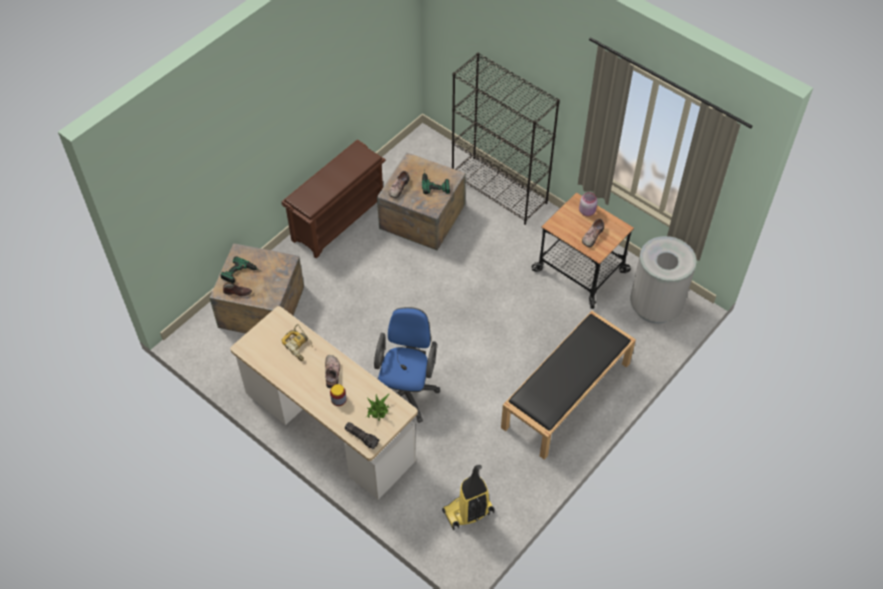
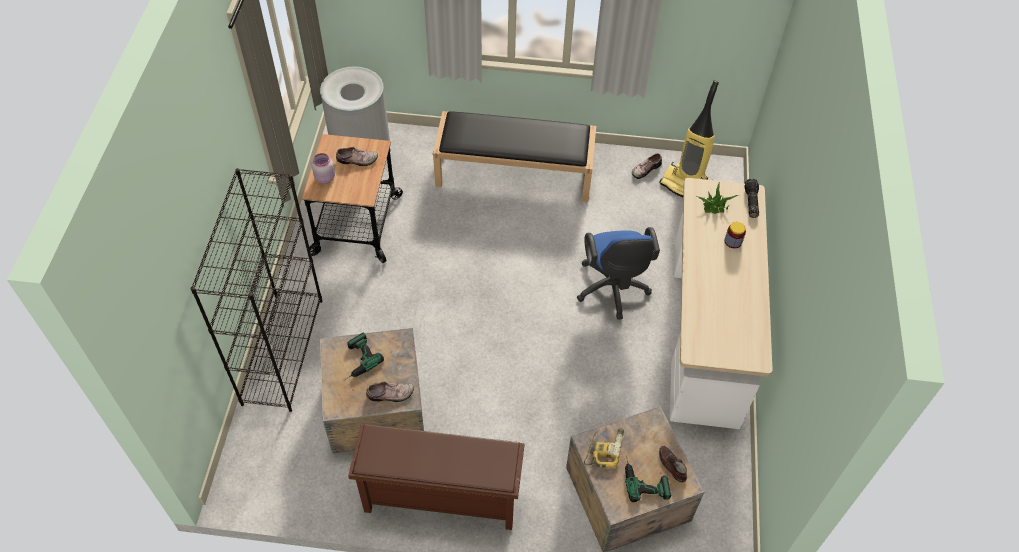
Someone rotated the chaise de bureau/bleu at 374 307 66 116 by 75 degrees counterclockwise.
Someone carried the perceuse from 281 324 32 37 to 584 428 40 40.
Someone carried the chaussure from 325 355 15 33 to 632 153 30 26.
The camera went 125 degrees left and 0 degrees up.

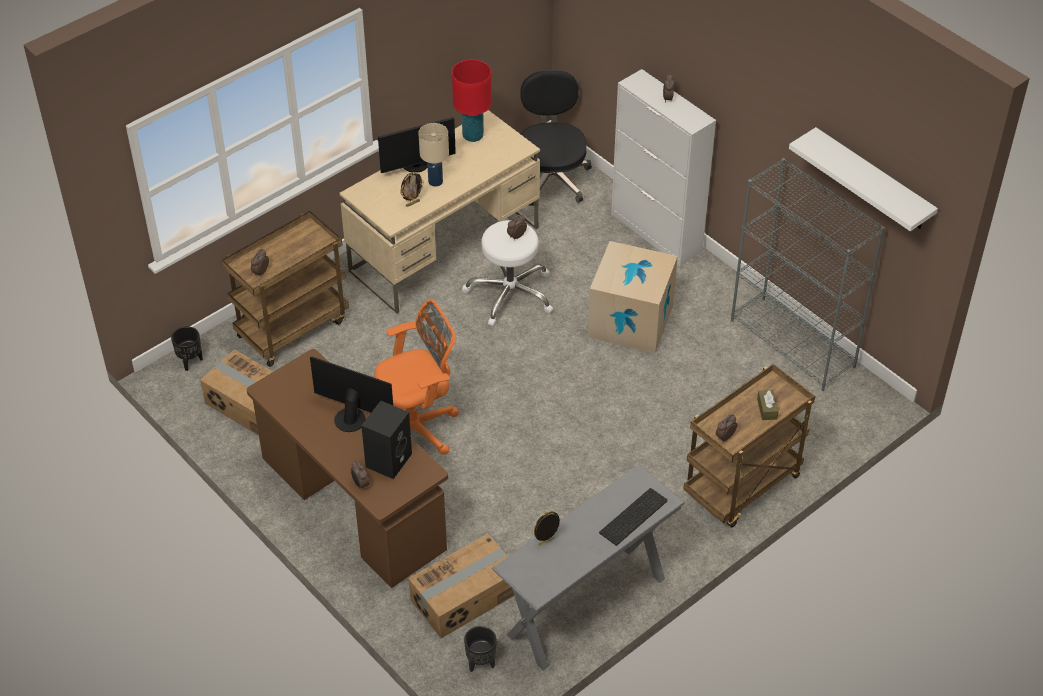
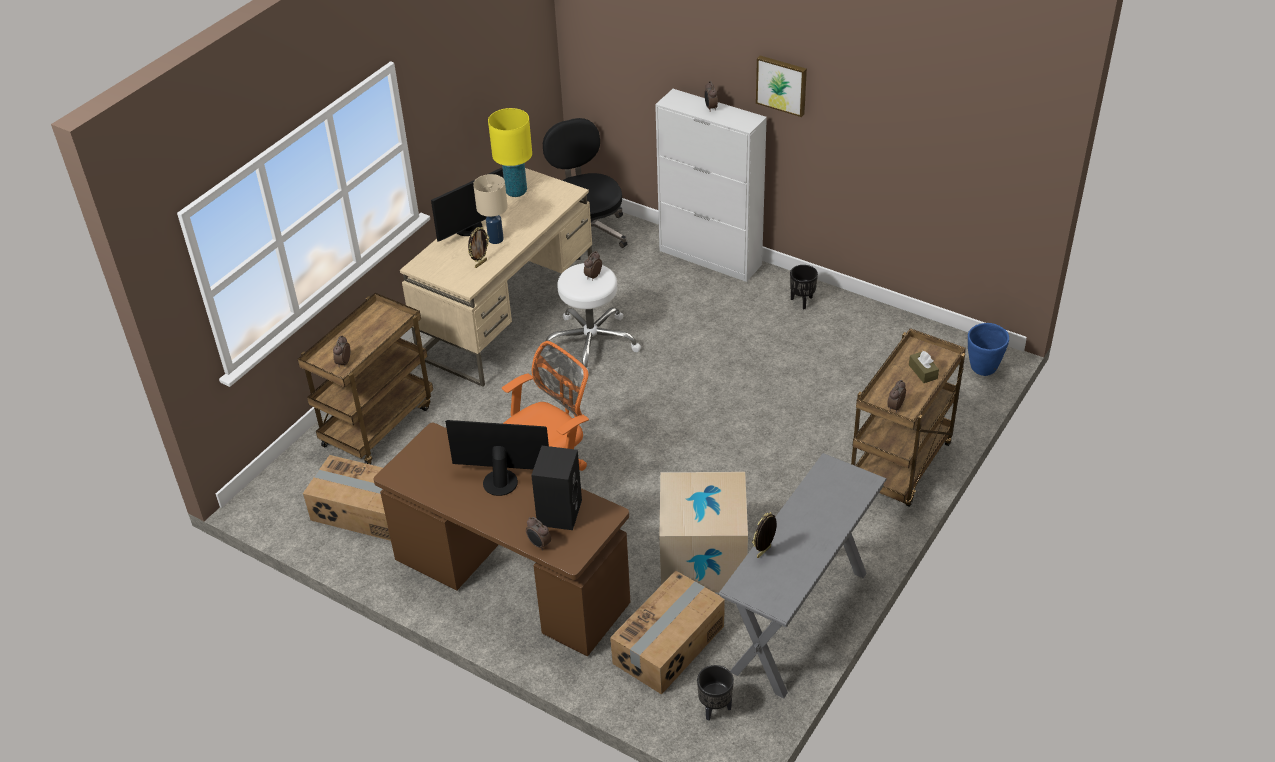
Someone repainted the lampe de table/rouge at 452 59 39 83, which became the lampe de table/jaune at 488 108 44 89.
Someone took away the étagère/blanc at 789 127 149 104.
Someone took away the bibliothèque/gris at 731 158 154 233.
Someone carried the carton from 588 241 90 112 to 660 472 88 120.
Someone carried the cache-pot/noir from 171 327 32 44 to 790 265 28 44.
Someone took away the clavier at 599 488 69 58.
Someone put up the tableau at 756 55 51 62.
Someone put down the cache-pot/bleu at 968 323 41 53.
The camera went 15 degrees left and 5 degrees down.

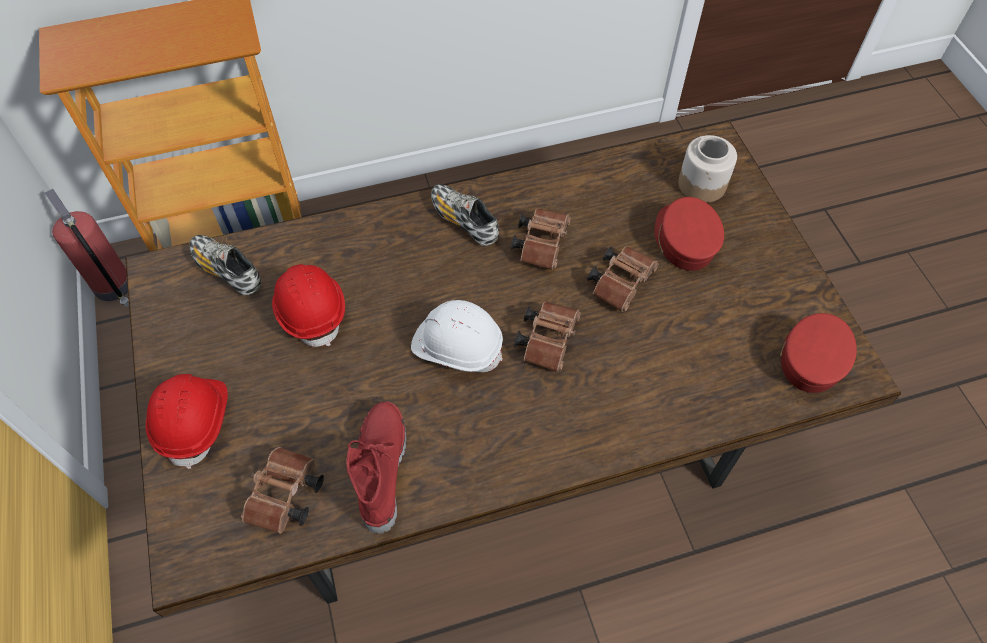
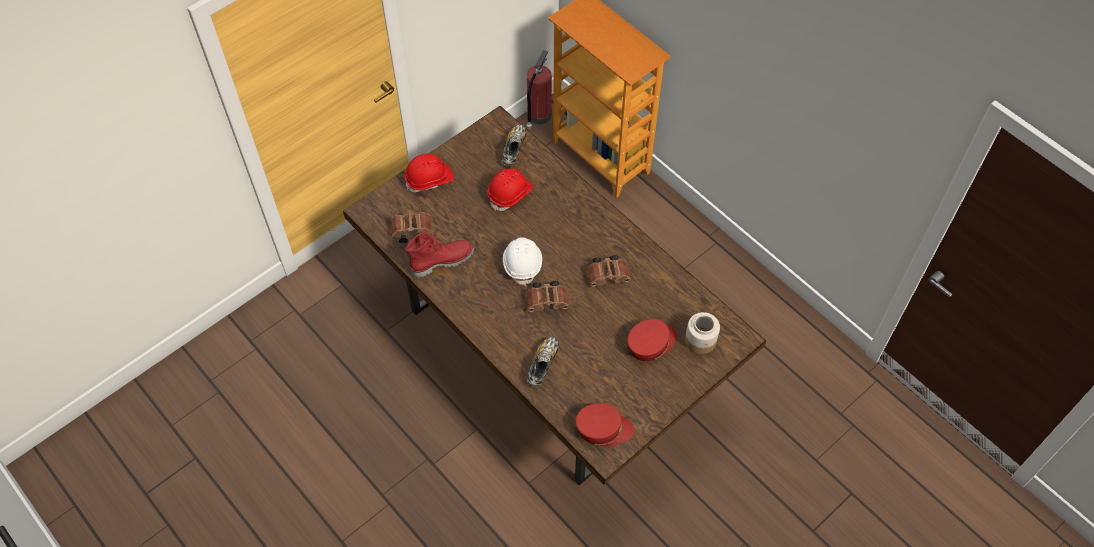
Someone carried the chaussure from 431 184 68 62 to 527 337 32 50.
Someone took away the jumelles/marron at 587 246 72 66.
The camera went 65 degrees right and 0 degrees up.

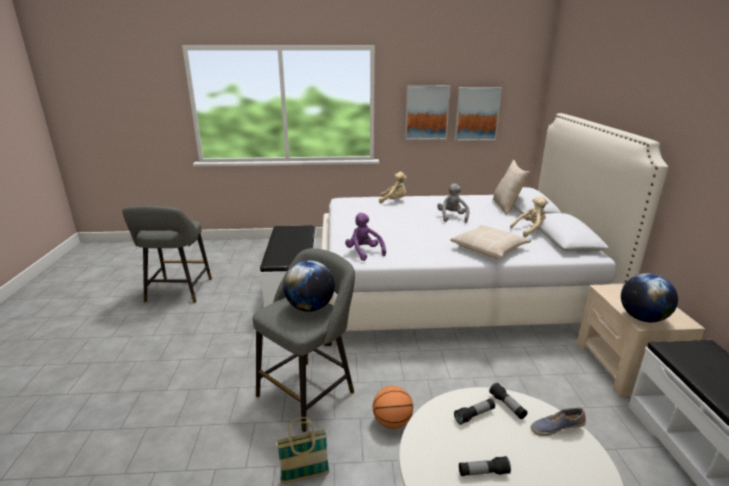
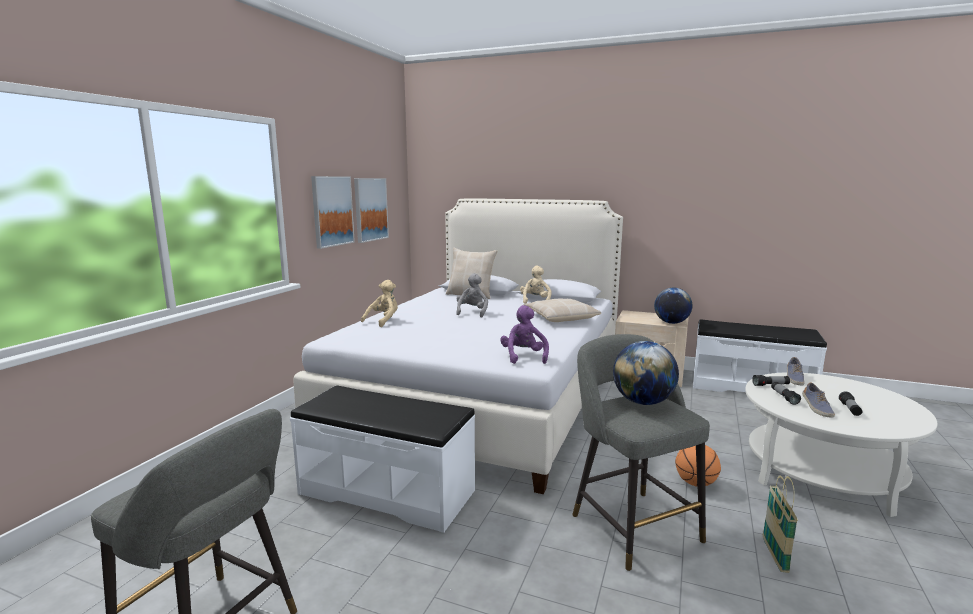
Someone rotated the peluche/gris at 437 183 32 40 by 75 degrees clockwise.
Someone rotated the peluche/violet at 345 213 41 48 by 90 degrees clockwise.
Someone put down the chaussure at 802 382 33 35.
The camera went 65 degrees left and 10 degrees down.

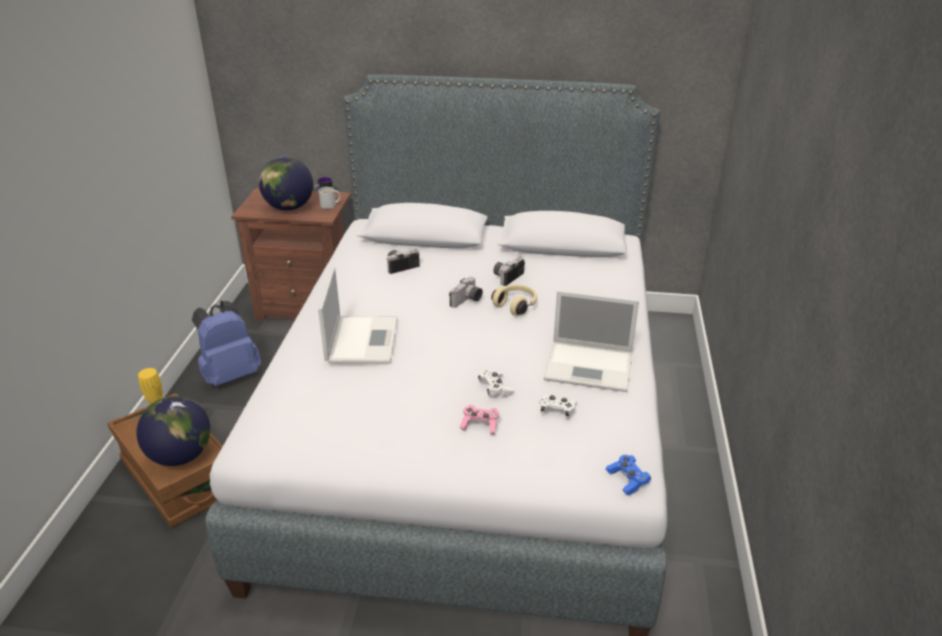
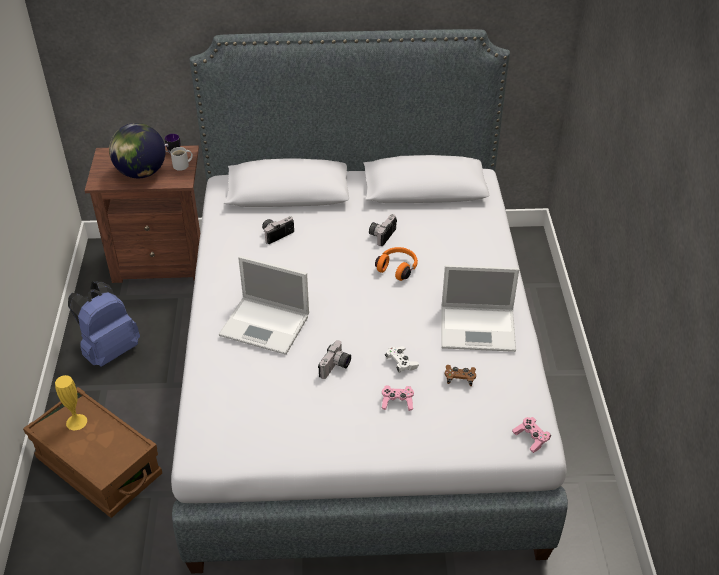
Someone rotated the ordinateur portable at 318 267 79 97 by 120 degrees clockwise.
Someone carried the appareil photo from 449 277 34 31 to 318 340 33 39.
Someone repainted the casque audio/beige at 491 285 46 31, which became the casque audio/orange at 375 247 43 34.
Someone repainted the manette/blanc at 539 395 38 24, which became the manette/marron at 445 365 31 21.
Someone took away the globe at 136 396 74 70.
Someone repainted the manette/bleu at 606 455 45 40, which became the manette/rose at 512 417 39 36.
The camera went 10 degrees left and 10 degrees up.

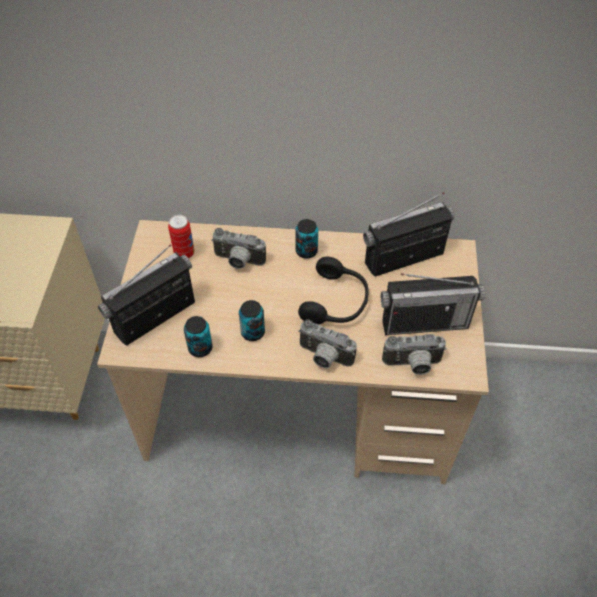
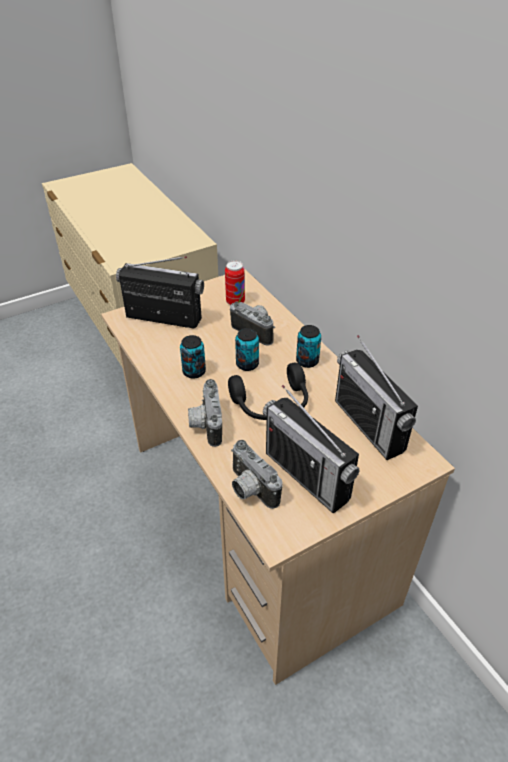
Someone rotated the radio at 363 192 91 85 by 150 degrees counterclockwise.
Someone rotated the appareil photo at 211 228 55 41 by 150 degrees clockwise.
Someone carried the boîte métallique from 184 316 28 41 to 235 328 24 43.
The camera went 55 degrees right and 10 degrees down.

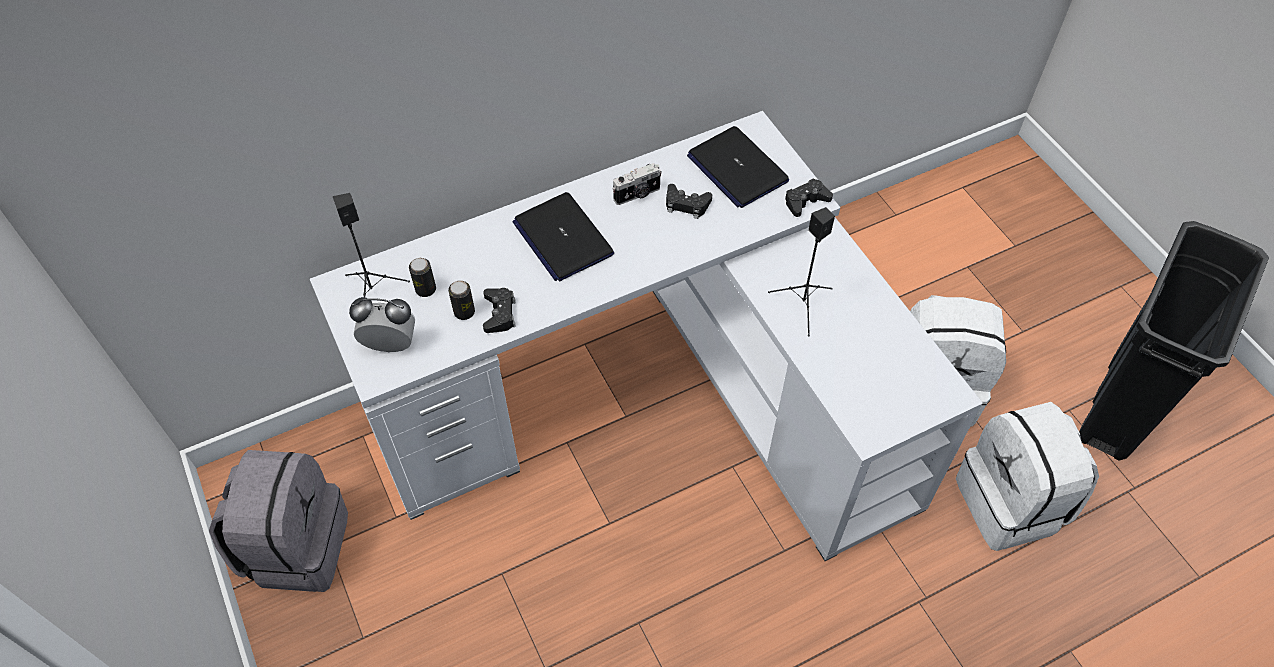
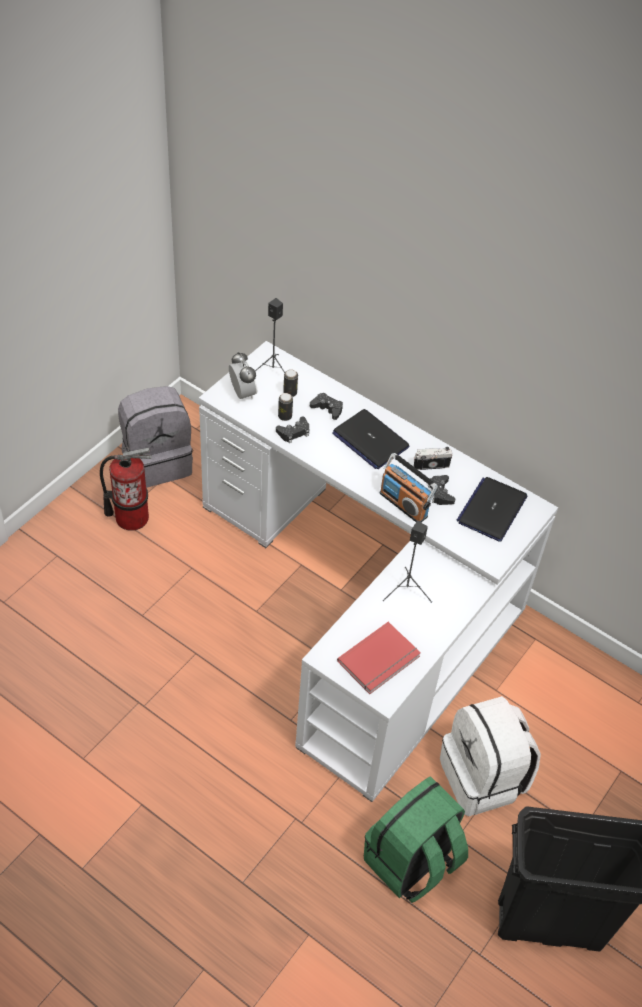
Someone rotated the appareil photo at 612 163 49 42 by 135 degrees clockwise.
Someone carried the manette/noir from 785 178 48 39 to 310 393 33 27.
Someone rotated the ordinateur portable at 512 192 102 89 by 75 degrees counterclockwise.
Someone repainted the sac à dos/blanc at 956 402 143 149, which became the sac à dos/vert at 364 776 104 127.
Someone put down the extincteur at 100 447 52 84.
Someone put down the radio at 380 453 58 69.
Someone put down the livre/rouge at 337 622 84 72.
The camera went 60 degrees right and 5 degrees down.

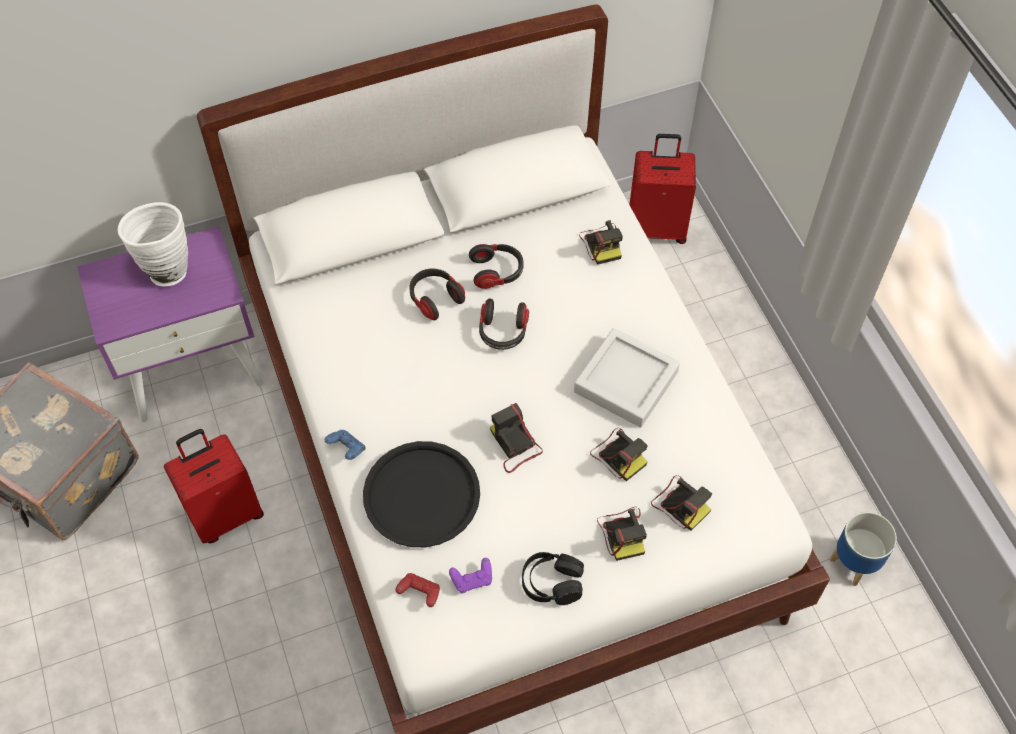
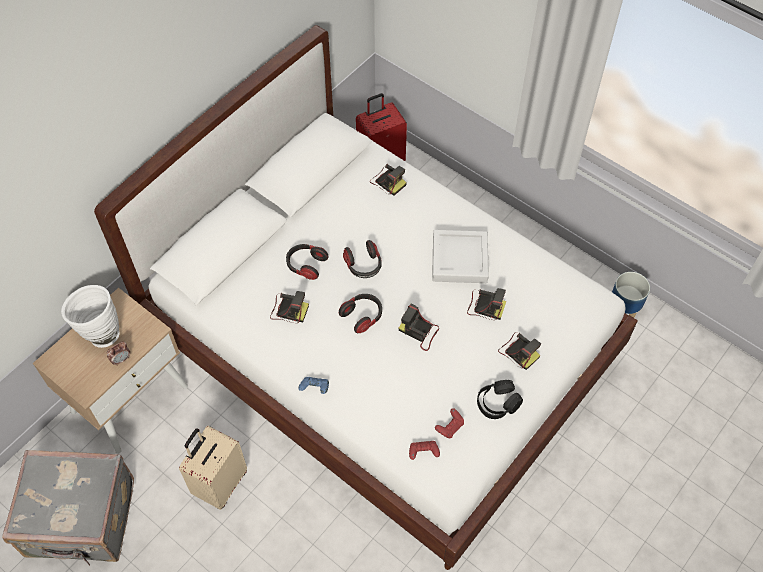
Someone repainted the table de chevet/violet at 77 226 186 196, which became the table de chevet/beige at 33 288 155 166.
Someone carried the casque audio from 469 244 55 45 to 339 294 43 39.
Someone repainted the valise/rouge at 164 429 100 114, which became the valise/beige at 179 426 68 84.
Someone took away the plateau/noir at 363 441 117 106.
Someone carried the appareil photo from 651 475 61 56 to 270 291 39 32.
Someone repainted the manette/violet at 449 558 43 35, which became the manette/rouge at 435 408 29 31.
Someone put down the réveil at 107 341 23 25.
The camera went 30 degrees left and 0 degrees up.

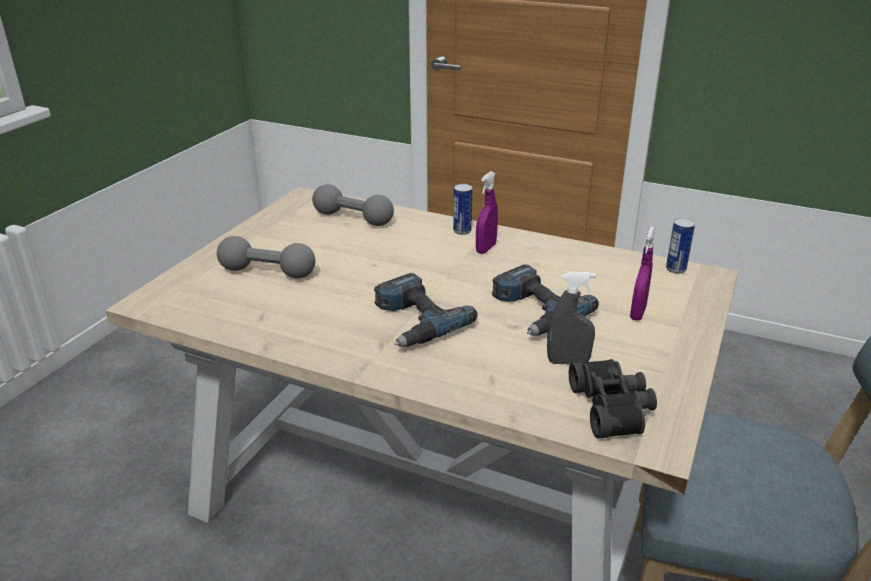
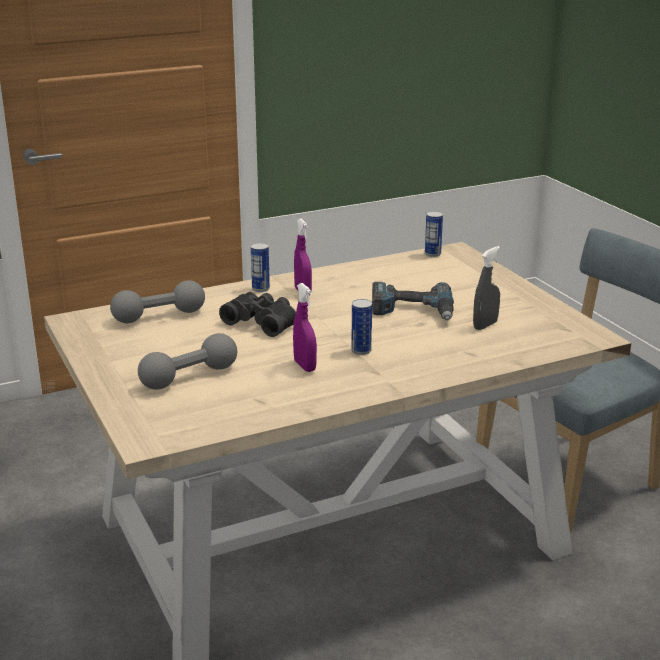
Someone carried the vaporisateur/violet from 630 227 25 94 to 293 283 24 89.
Someone swapped the perceuse at 374 273 104 74 for the boîte métallique at 351 299 21 56.
Someone carried the jumelles/noir from 569 359 88 79 to 219 292 77 45.
The camera went 50 degrees left and 5 degrees down.

